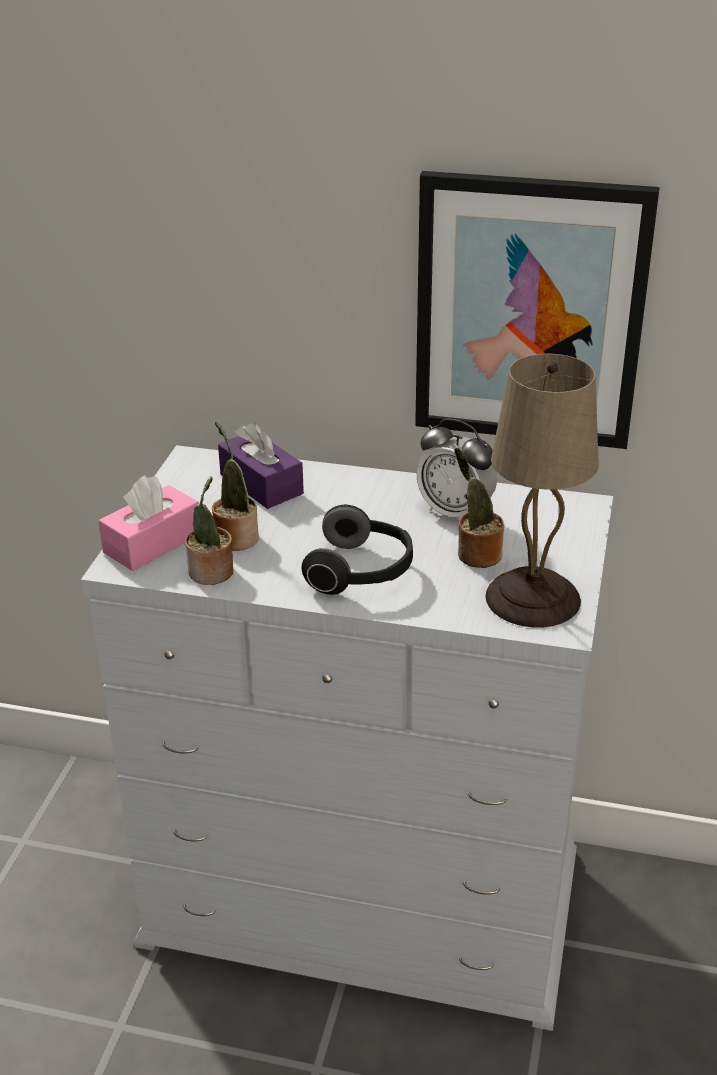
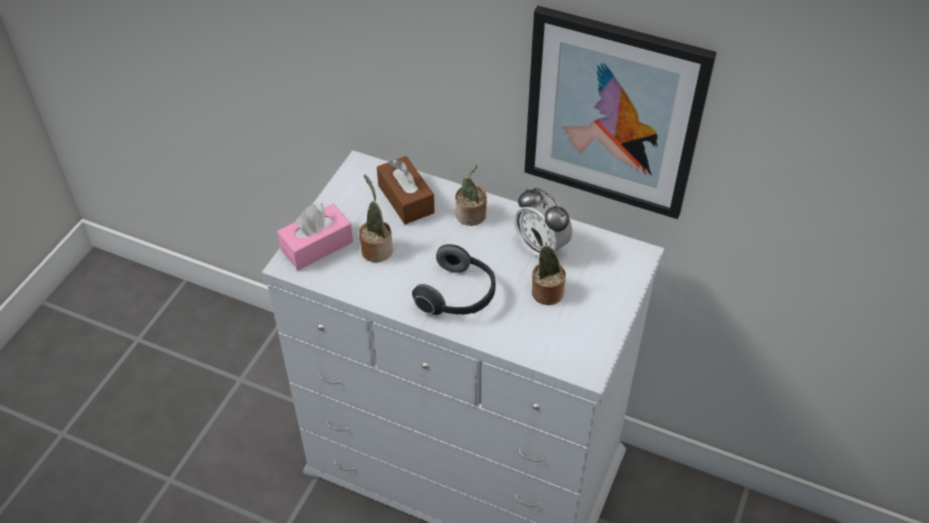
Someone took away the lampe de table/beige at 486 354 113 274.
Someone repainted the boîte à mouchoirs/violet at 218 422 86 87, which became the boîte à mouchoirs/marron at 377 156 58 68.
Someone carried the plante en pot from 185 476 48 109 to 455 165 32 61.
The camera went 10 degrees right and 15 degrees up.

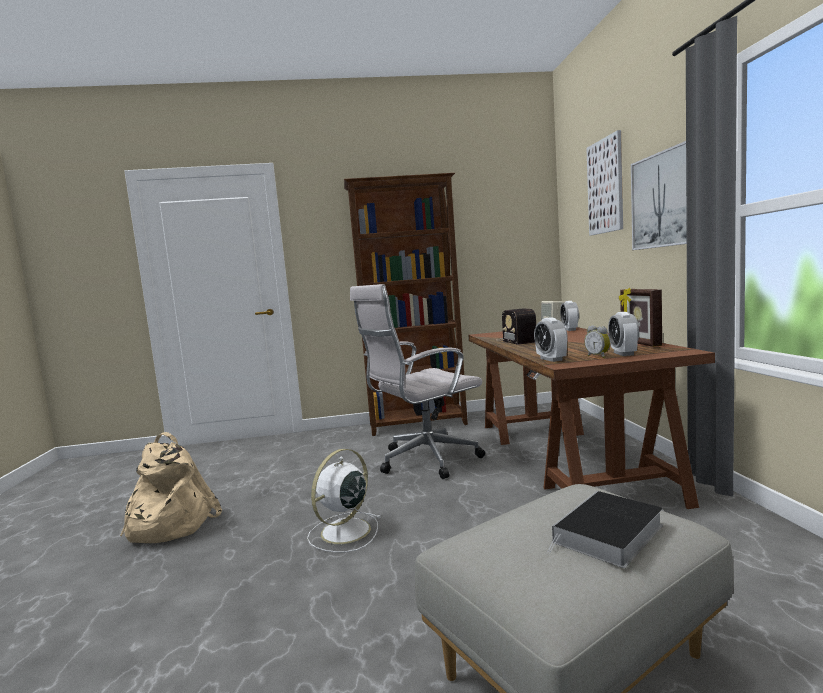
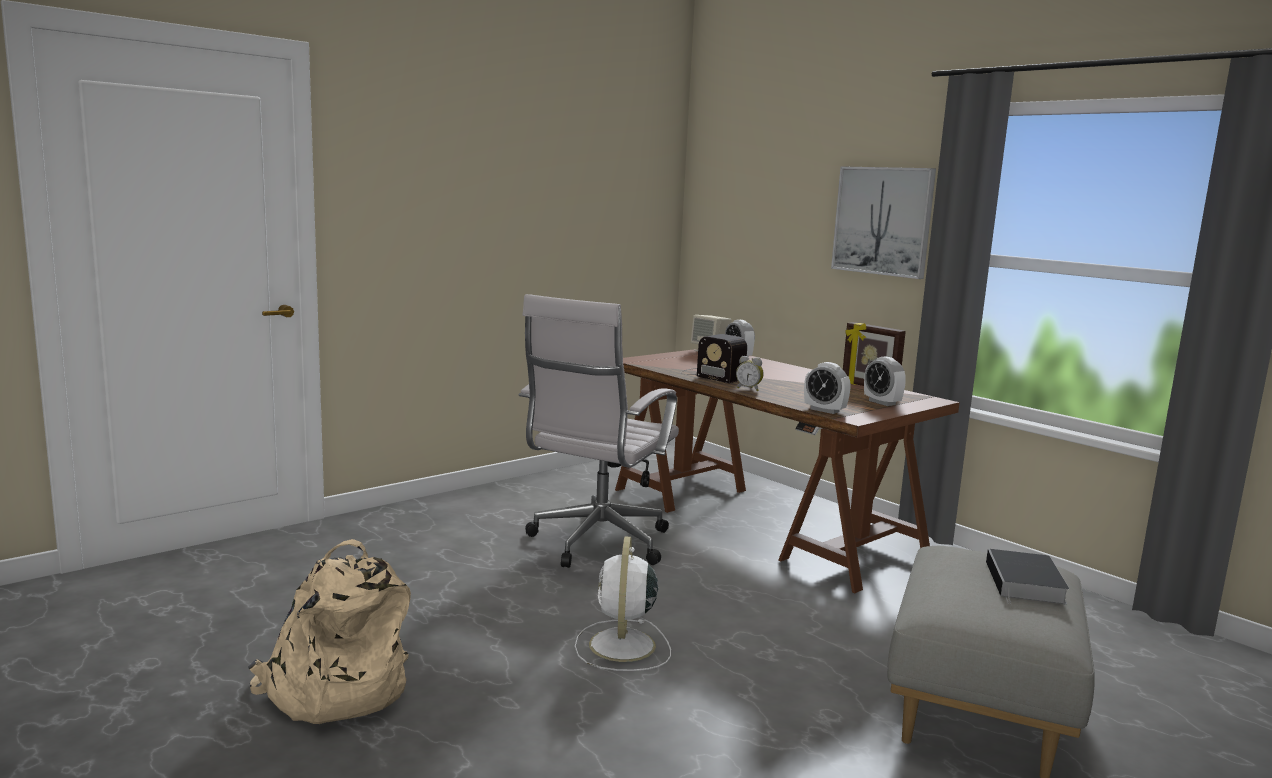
Someone took away the tableau at 586 130 37 106.
Someone took away the bibliothèque/marron at 344 173 124 263.
Someone carried the réveil from 584 325 27 33 to 736 356 28 35.
The camera went 35 degrees left and 5 degrees up.

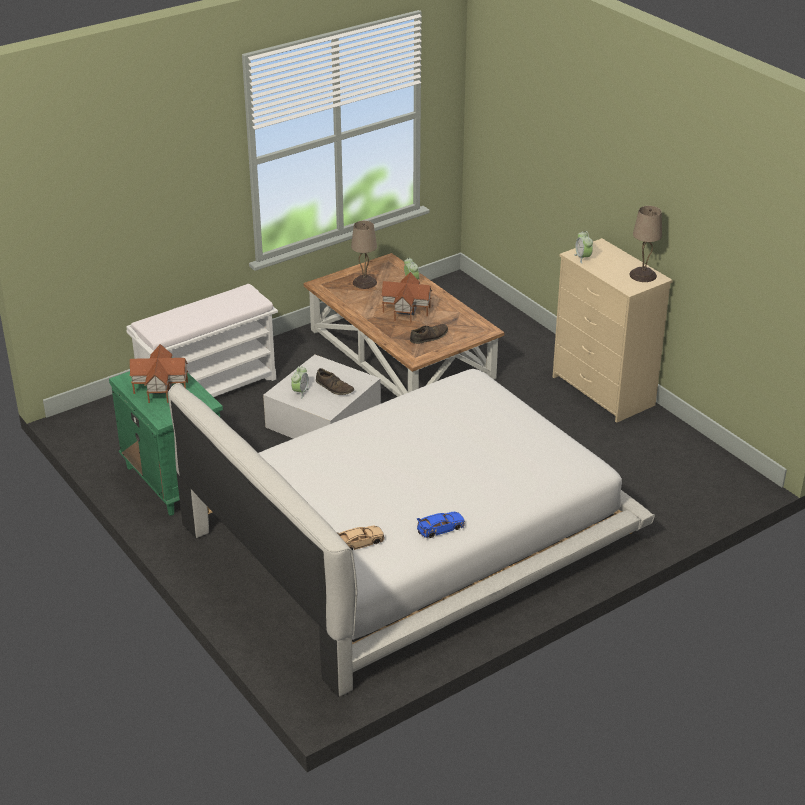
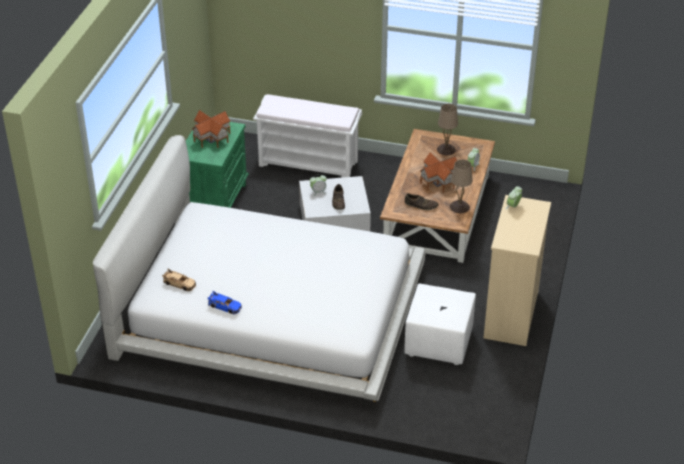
Someone carried the lampe de table/beige from 629 206 33 76 to 450 159 22 54.
Someone put down the pouf/blanc at 404 283 72 82.
The camera went 50 degrees right and 5 degrees up.

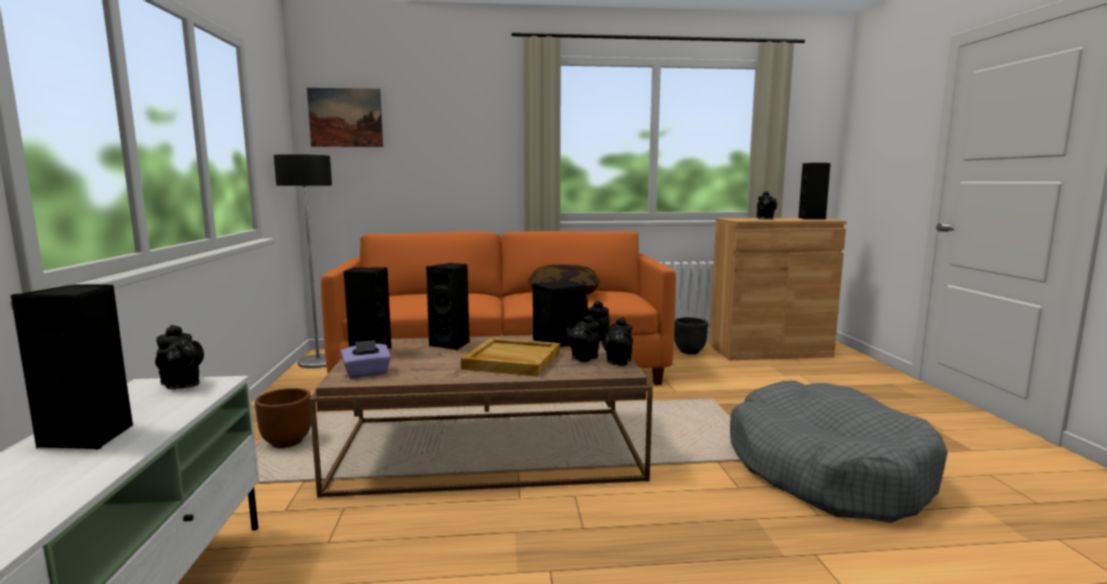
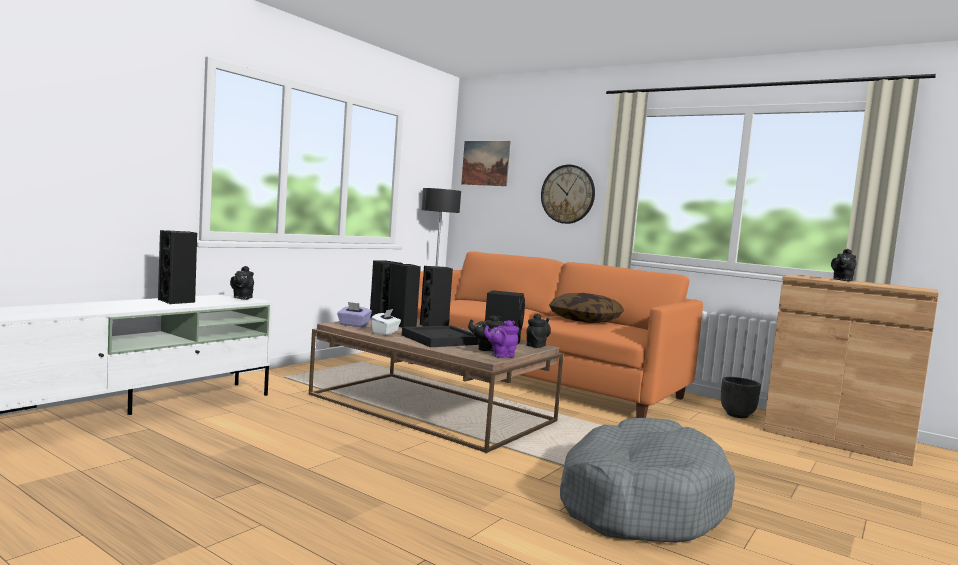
Someone carried the enceinte/noir from 798 163 33 57 to 387 264 34 63.
Someone repainted the théière/noir at 602 317 31 49, which became the théière/violet at 484 320 35 38.
Someone repainted the plateau/beige at 461 338 99 39, which became the plateau/noir at 402 326 77 21.
Someone took away the cache-pot/marron at 255 388 56 60.
Someone put up the horloge murale at 541 165 54 59.
Someone put down the boîte à mouchoirs/blanc at 371 309 30 26.
The camera went 40 degrees right and 5 degrees down.

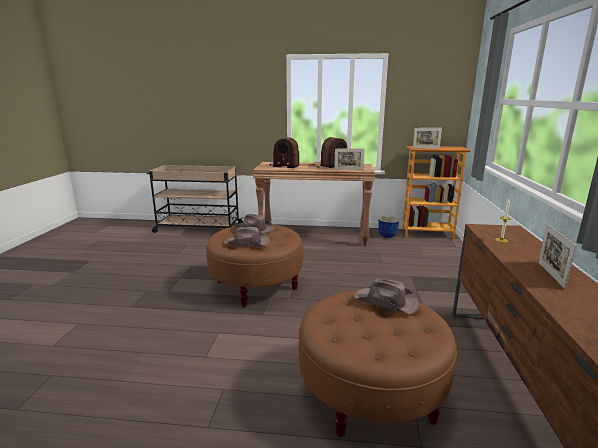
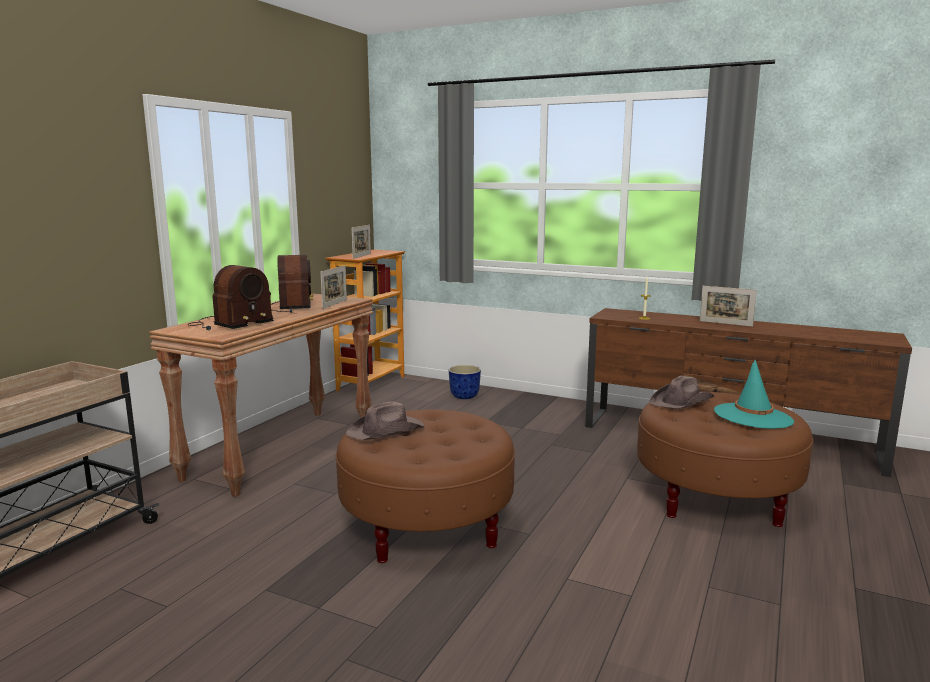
Someone carried the cache-pot from 378 216 21 22 to 449 365 32 34.
Someone took away the chapeau/marron at 224 227 46 19.
Someone put down the chapeau/turquoise at 714 359 80 70.
The camera went 70 degrees left and 5 degrees down.

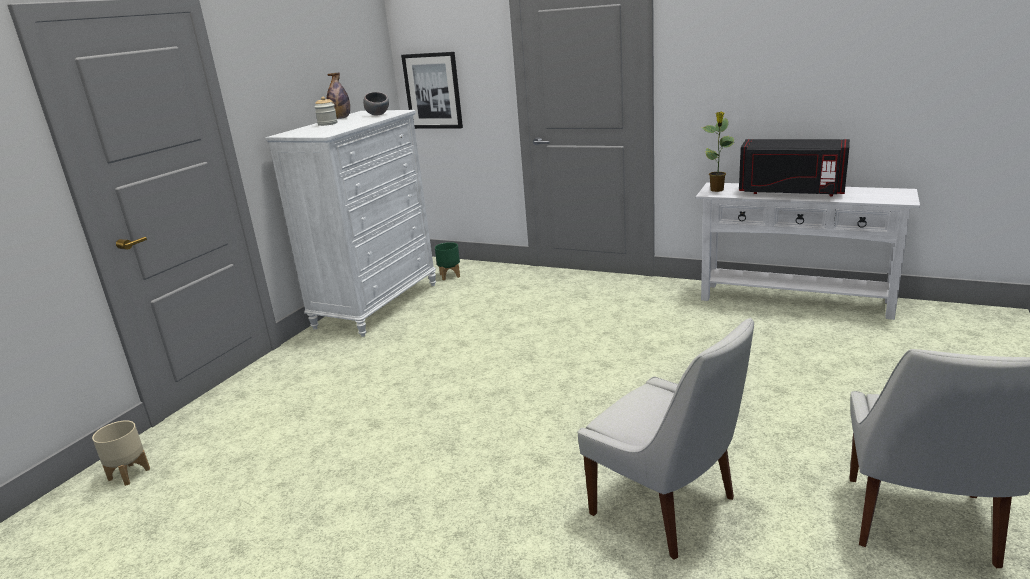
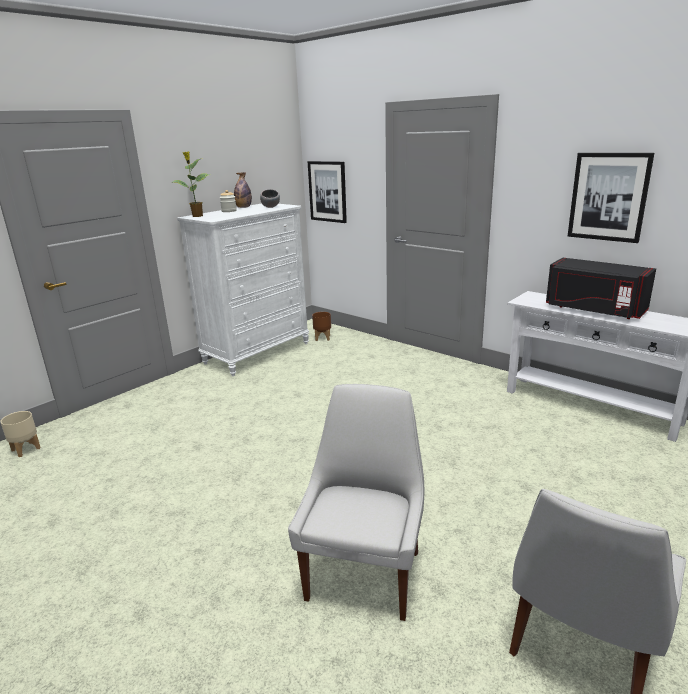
Someone carried the plante en pot from 702 111 32 81 to 173 151 37 66.
Someone repainted the cache-pot/vert at 435 242 25 38, which became the cache-pot/marron at 312 312 19 29.
Someone rotated the chaise/blanc at 578 318 176 242 by 135 degrees counterclockwise.
Someone put up the tableau at 568 153 86 90.
The camera went 15 degrees right and 0 degrees up.

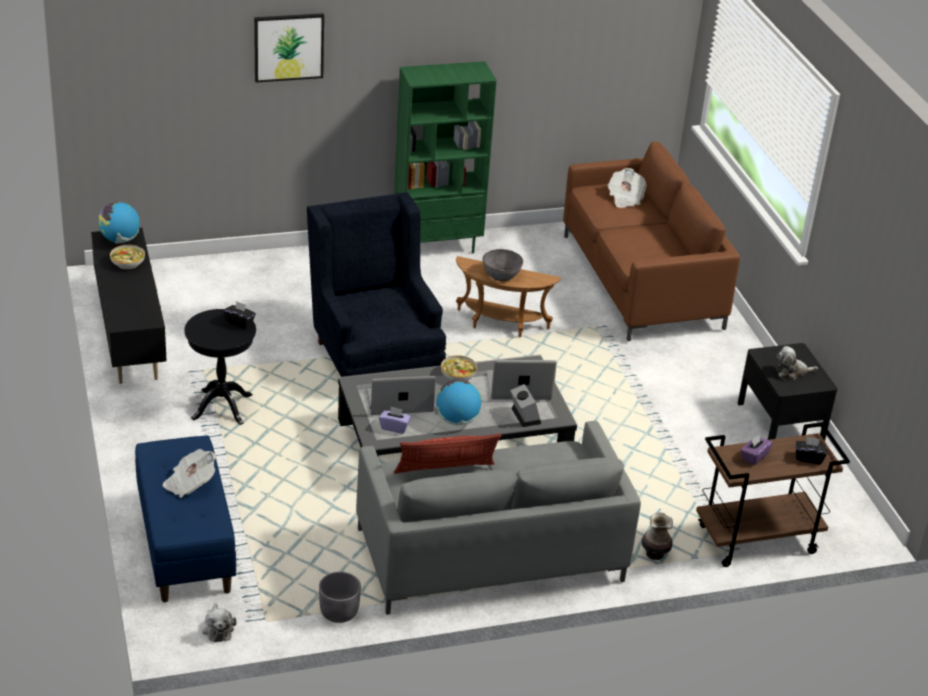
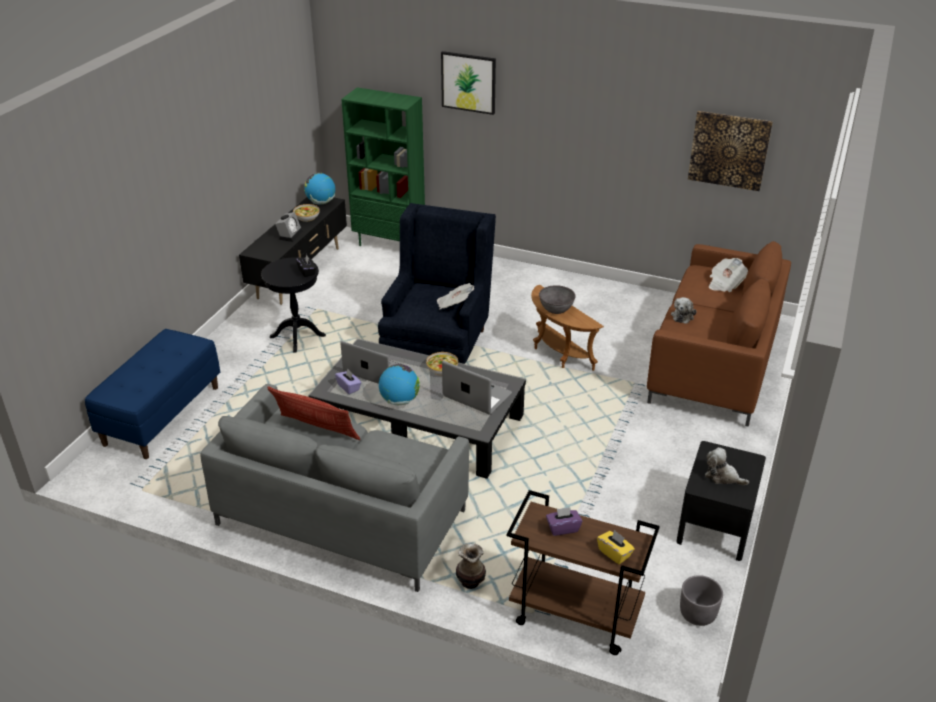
Someone carried the bibliothèque/vert from 394 61 103 193 to 341 87 84 159.
Someone carried the réveil from 510 384 31 43 to 275 212 28 30.
Someone repainted the boîte à mouchoirs/noir at 796 437 31 27, which became the boîte à mouchoirs/jaune at 597 530 38 34.
Someone carried the journal from 163 449 53 49 to 437 283 37 26.
Someone carried the cache-pot/gris from 319 572 42 51 to 680 575 43 51.
Someone carried the peluche from 202 603 35 39 to 671 297 26 27.
Someone put up the tableau at 688 111 85 80.
The camera went 40 degrees right and 0 degrees up.

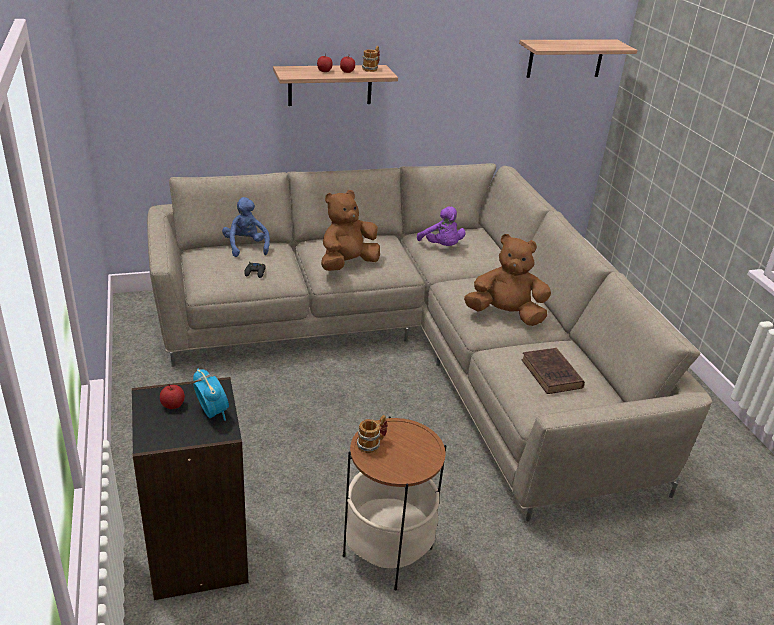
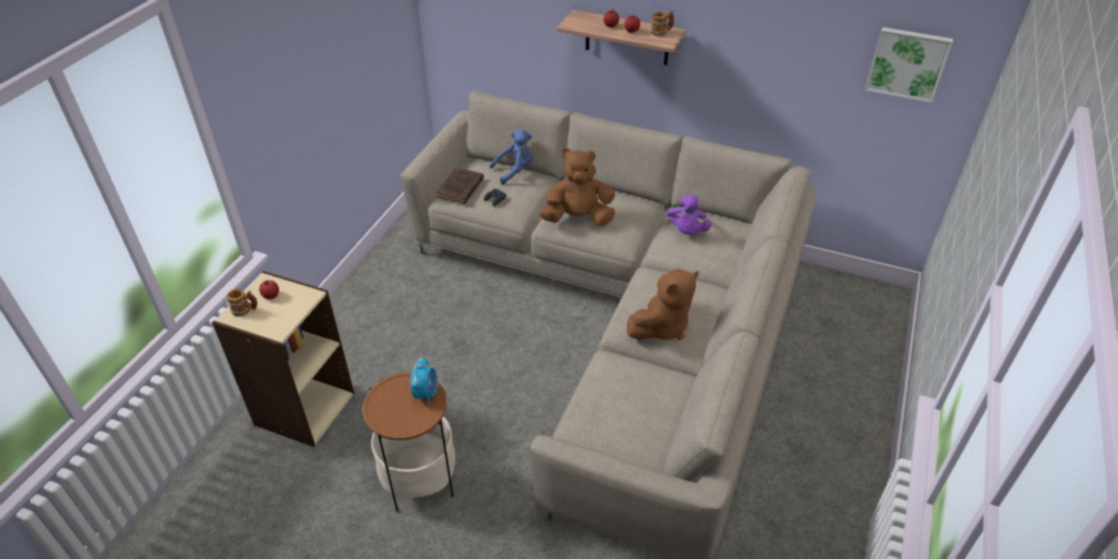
Someone swapped the étagère at 519 39 118 39 for the tableau at 865 27 88 76.
Someone rotated the peluche/bleu at 222 197 48 60 by 45 degrees clockwise.
Someone rotated the peluche/marron at 464 234 87 92 by 90 degrees clockwise.
Someone carried the livre/marron from 521 348 64 46 to 436 168 48 36.
Someone carried the réveil from 193 369 36 52 to 410 357 27 48.
Someone repainted the bibliothèque/noir at 132 377 117 223, which became the bibliothèque/beige at 212 271 142 176.
Someone carried the mug from 357 415 30 38 to 227 289 31 28.
The camera went 40 degrees right and 10 degrees up.

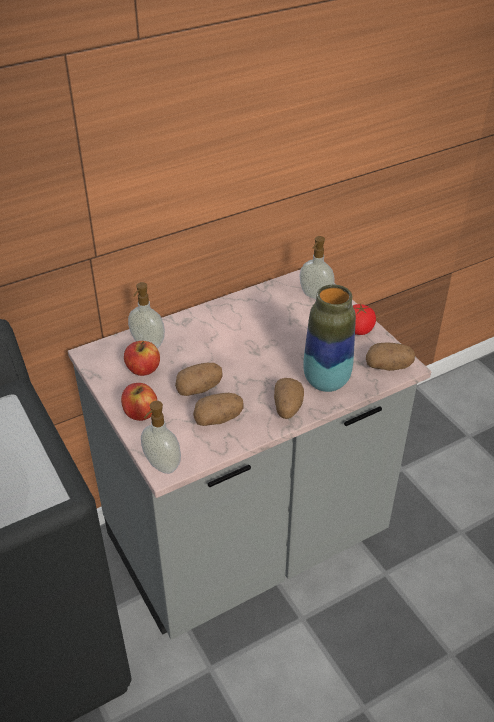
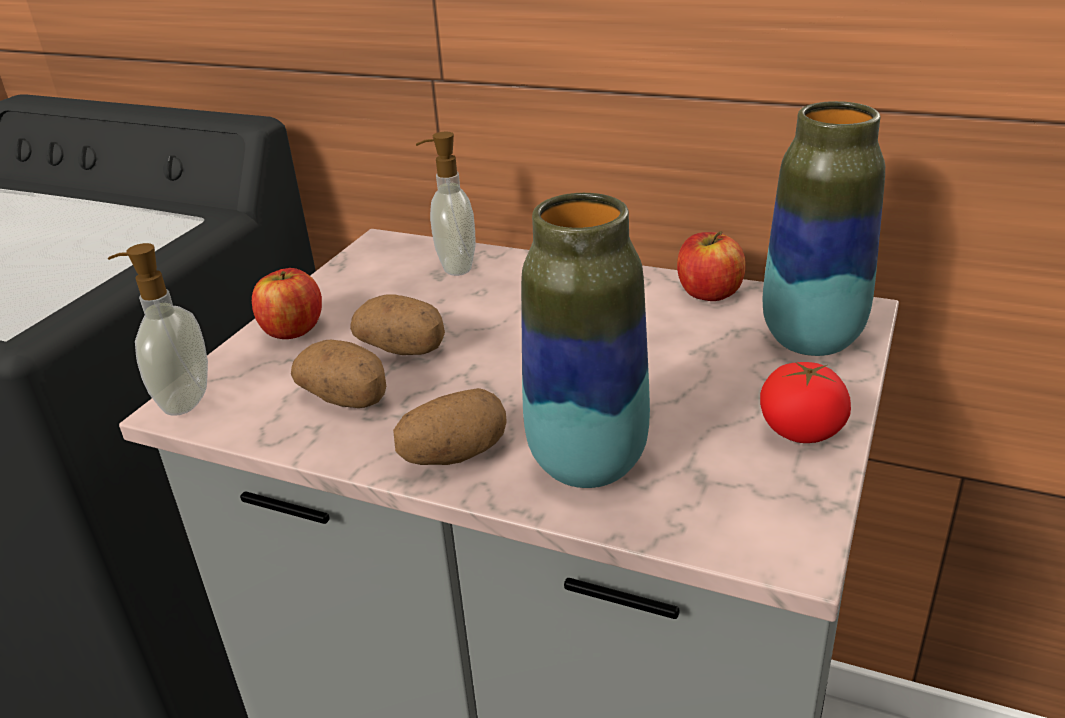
Someone swapped the distributeur de savon at 299 236 36 63 for the vase at 763 101 122 255.
Someone carried the pomme from 124 341 36 35 to 677 231 69 70.
Someone took away the pomme de terre at 366 342 49 29.
The camera went 55 degrees right and 10 degrees down.

